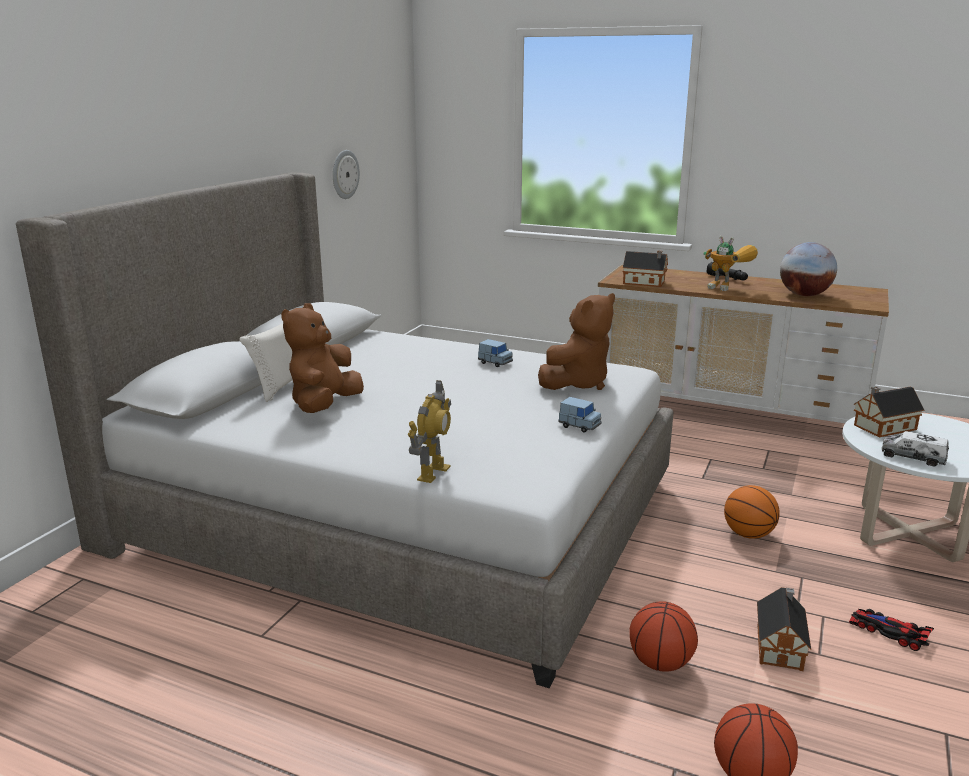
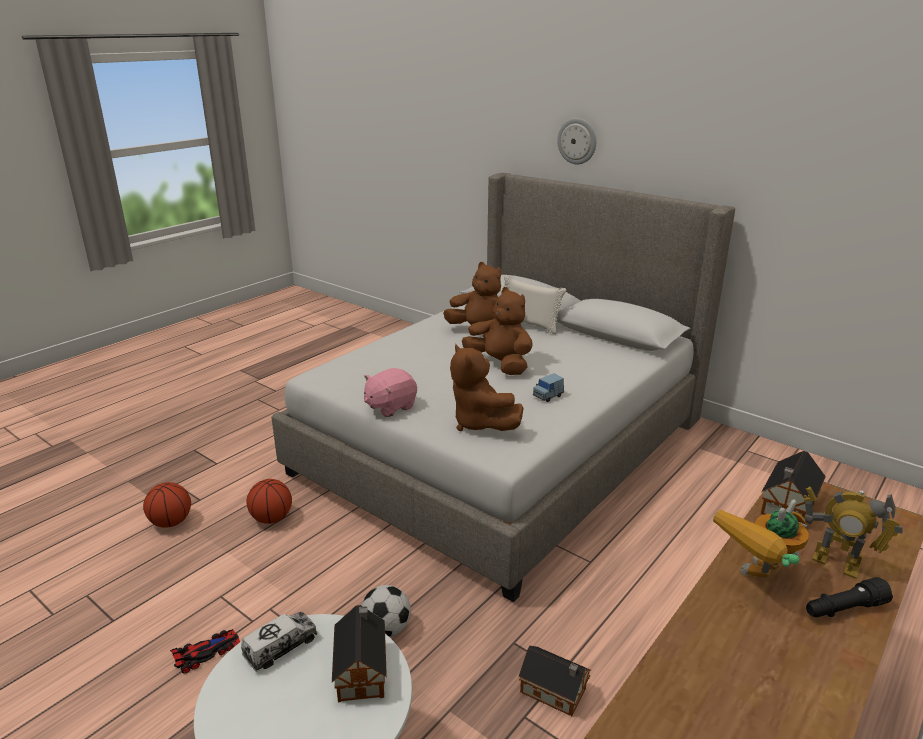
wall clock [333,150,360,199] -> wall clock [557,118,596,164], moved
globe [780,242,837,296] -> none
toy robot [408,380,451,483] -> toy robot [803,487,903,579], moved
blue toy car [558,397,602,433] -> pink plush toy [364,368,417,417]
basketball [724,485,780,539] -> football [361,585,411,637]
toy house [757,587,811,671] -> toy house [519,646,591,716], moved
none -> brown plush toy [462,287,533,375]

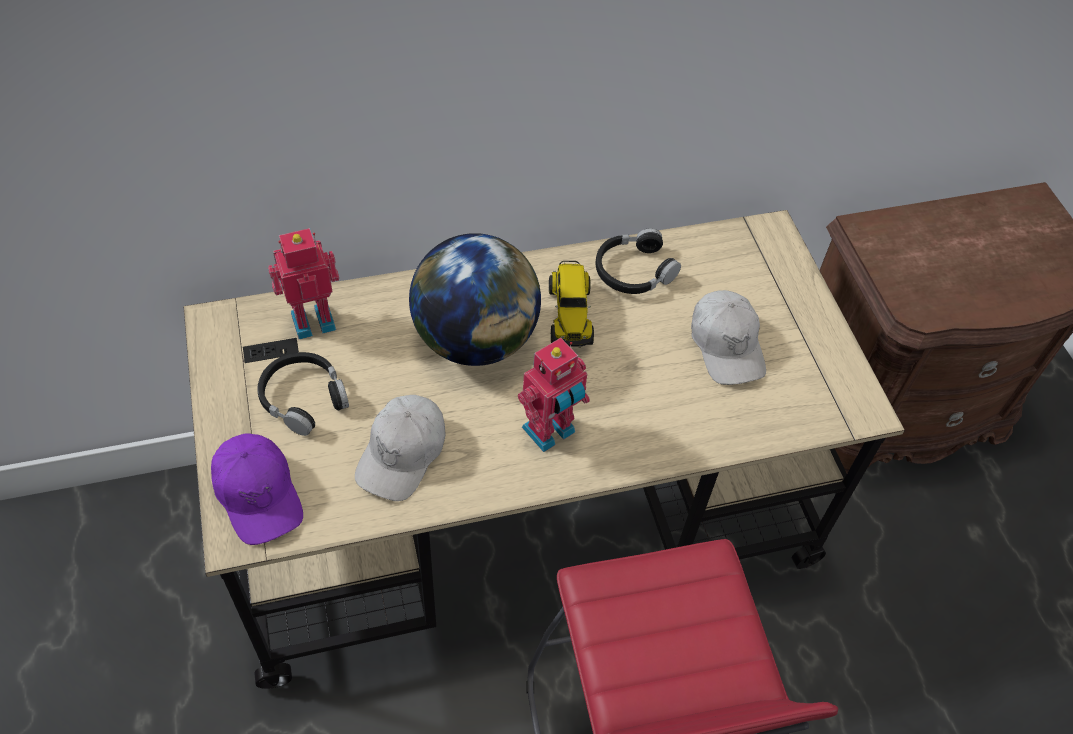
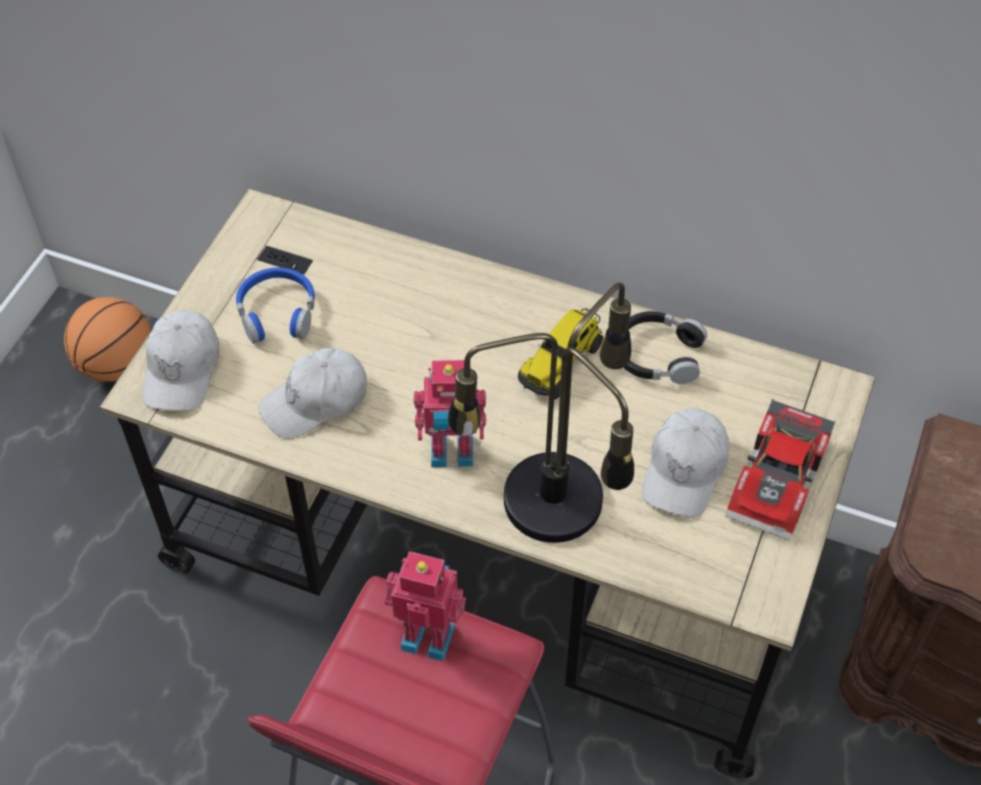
toy robot [268,228,339,339] -> toy robot [384,551,466,661], moved
globe [409,233,541,366] -> none
black headphones [257,352,349,436] -> blue headphones [236,268,315,344]
purple cap [211,433,303,545] -> white cap [142,310,219,411]
none -> table lamp [448,282,634,543]
none -> basketball [64,297,151,382]
none -> toy car [725,399,835,541]

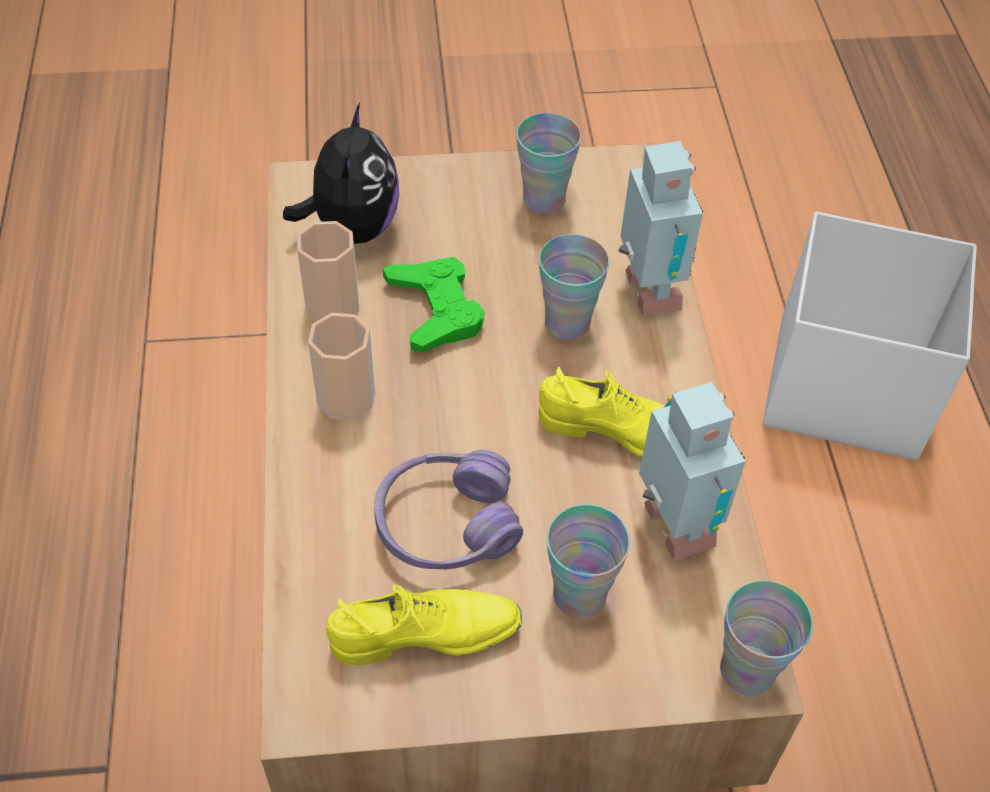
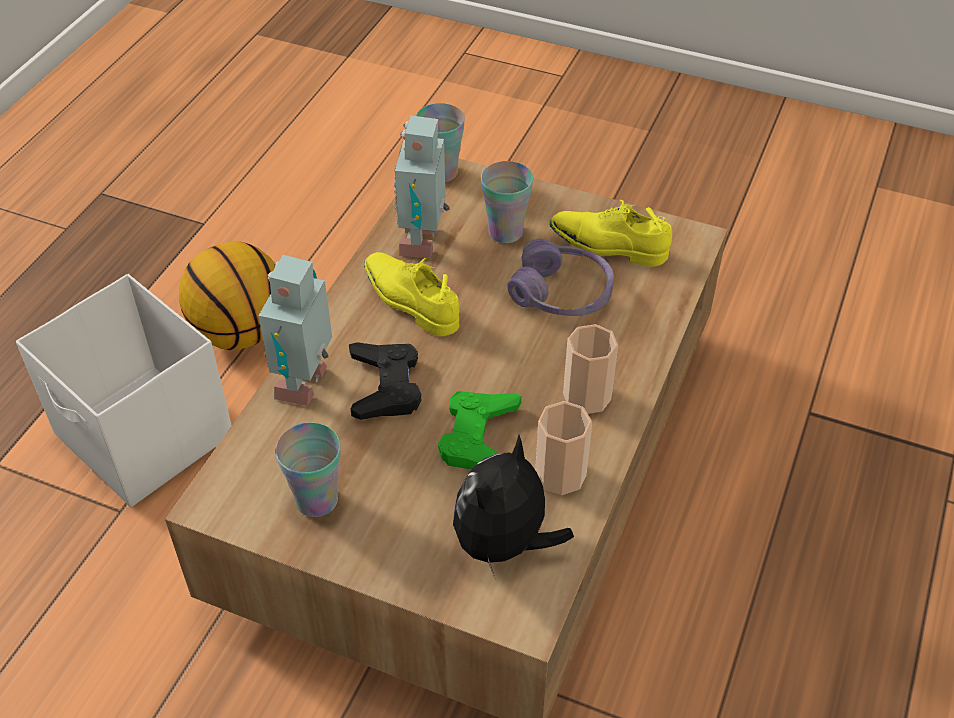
cup [539,234,609,340] -> black game controller [349,342,422,420]
none -> basketball [179,242,275,350]

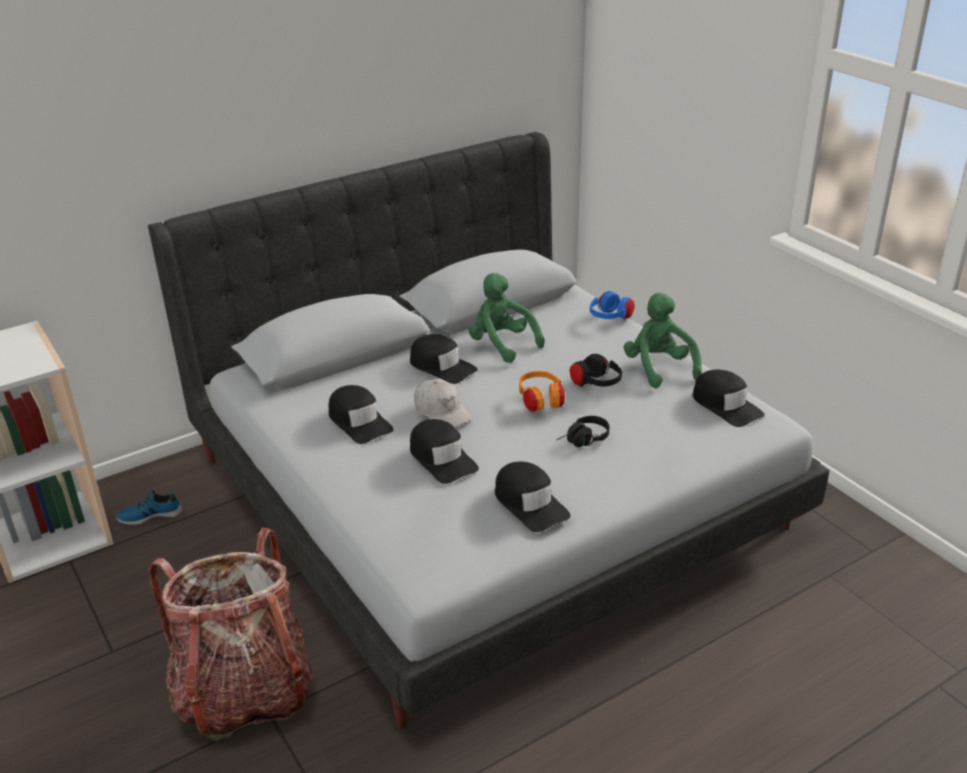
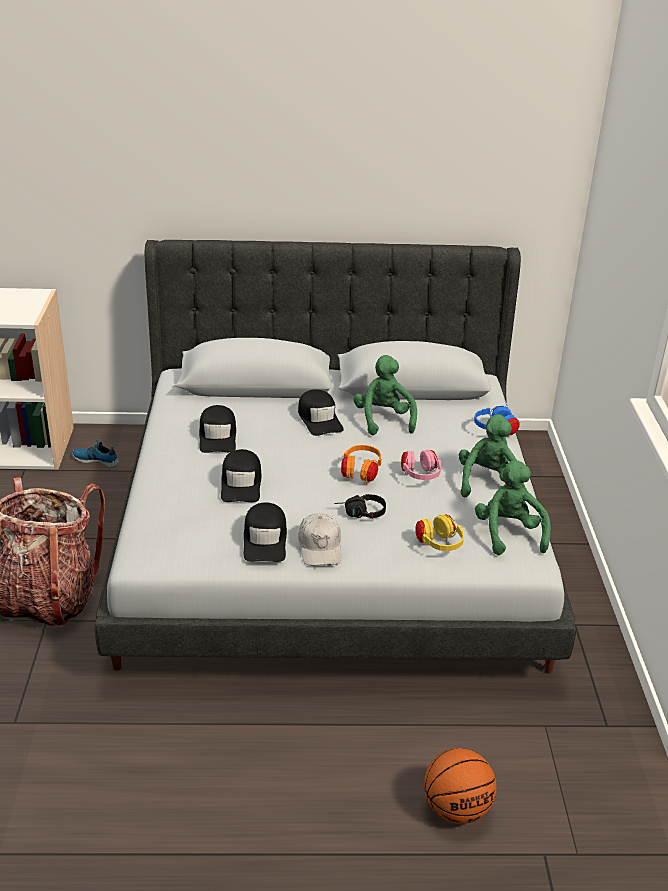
black headphones [570,354,622,387] -> pink headphones [401,449,441,480]
black cap [693,370,764,427] -> green plush toy [475,460,551,555]
white cap [414,379,472,427] -> white cap [298,513,341,566], moved
none -> yellow headphones [415,514,464,551]
none -> basketball [424,748,496,824]

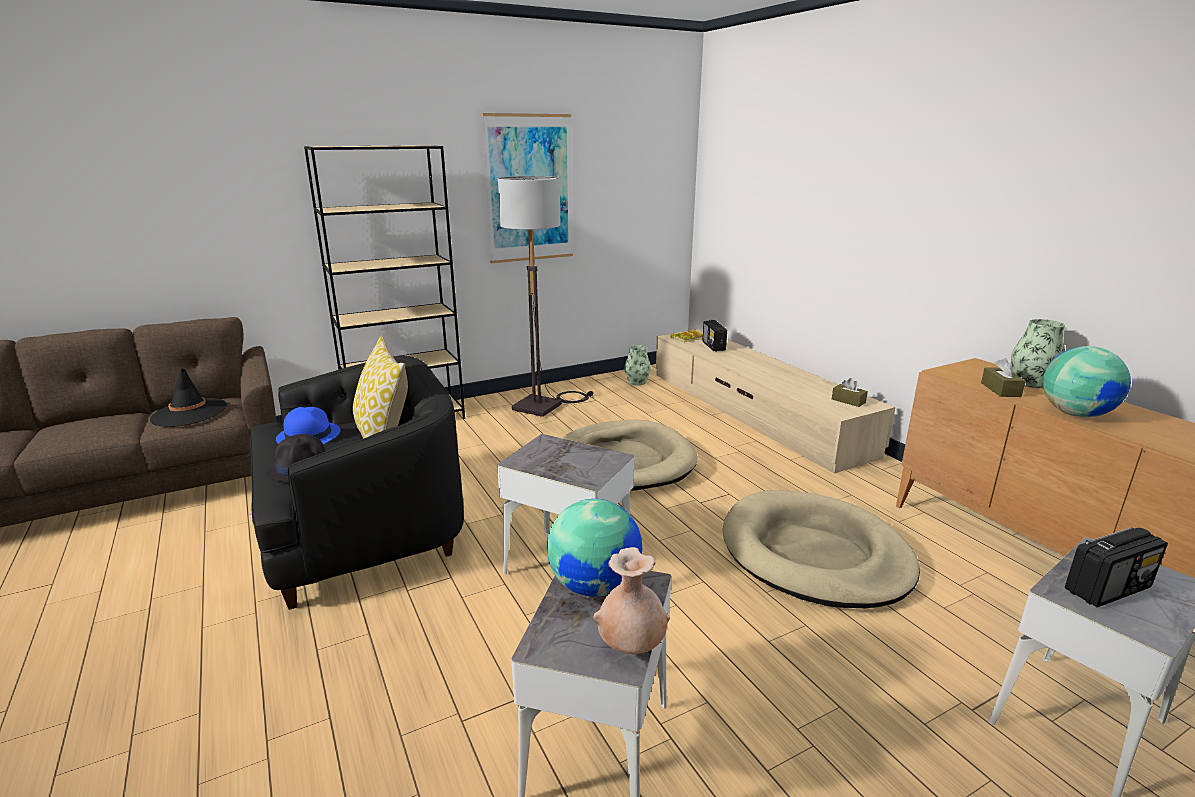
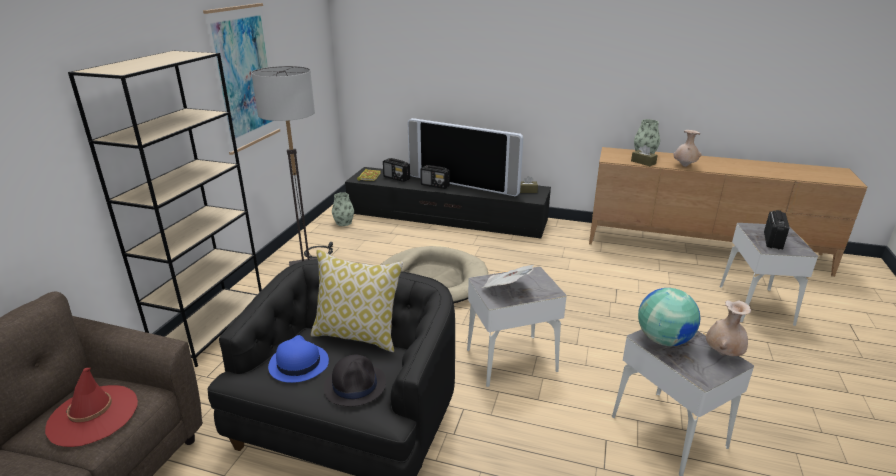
beige tv stand [656,329,895,474] -> black tv stand [345,167,551,238]
globe [1043,346,1131,417] -> beige vase [673,130,702,167]
black hat [150,368,227,427] -> red hat [45,368,138,447]
beige dog bed [723,490,920,608] -> none
none -> television [408,118,523,196]
none -> radio [420,165,450,189]
none -> newspaper [482,265,534,288]

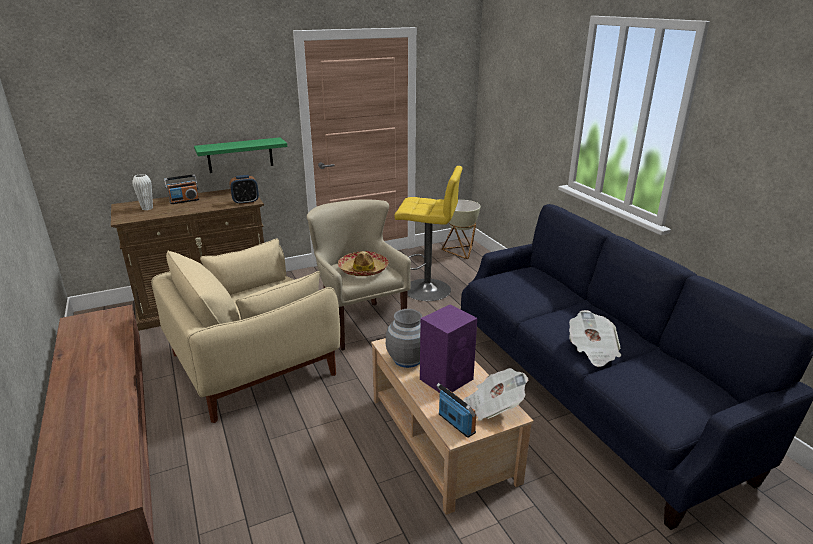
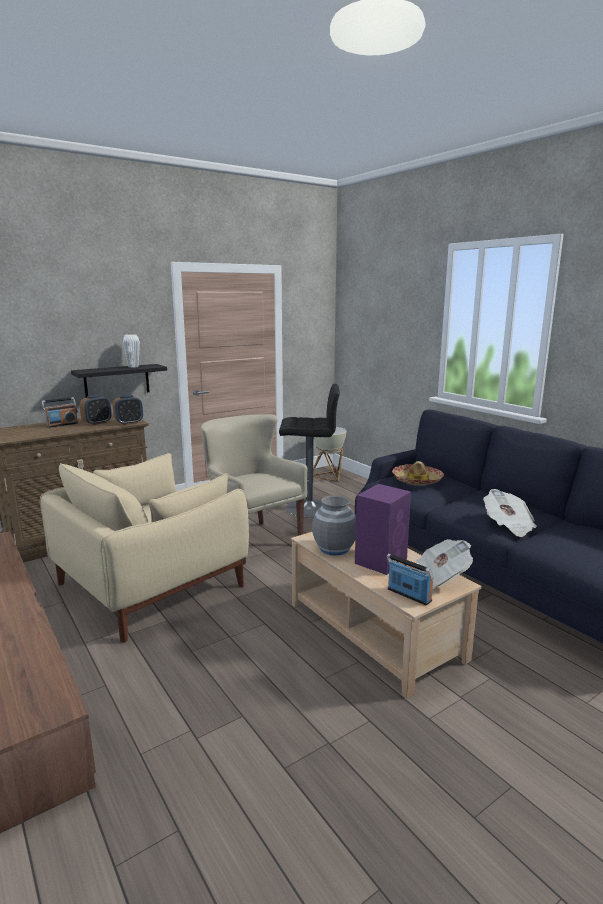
green shelf [194,137,287,173] -> black shelf [71,364,167,398]
yellow stool [394,166,463,301] -> black stool [279,384,340,517]
white vase [132,174,153,210] -> white vase [123,334,140,368], moved
hat [338,251,389,276] -> hat [392,461,444,485], moved
none -> alarm clock [80,395,111,425]

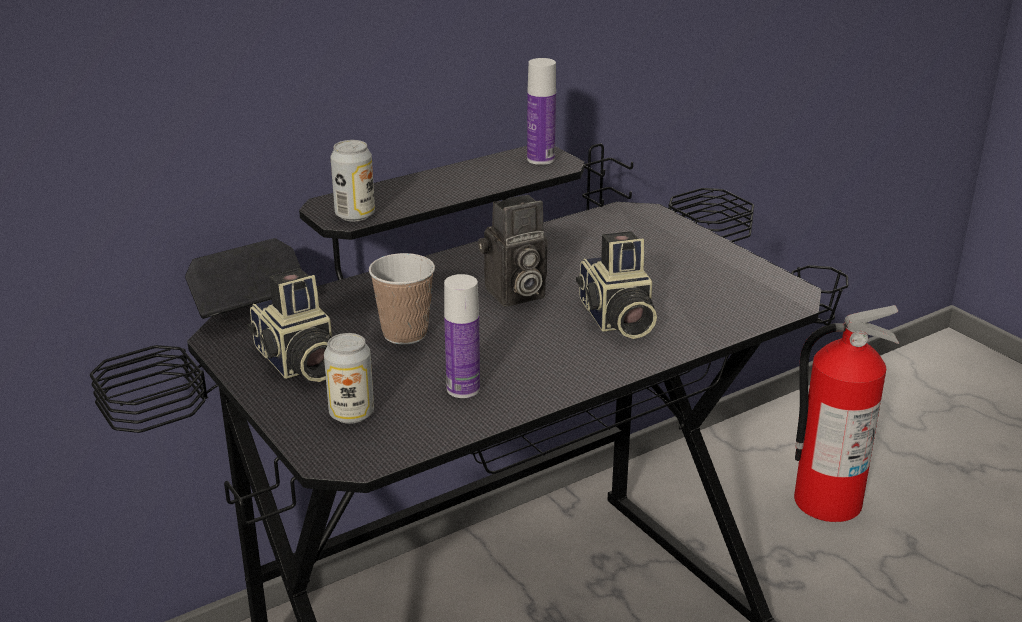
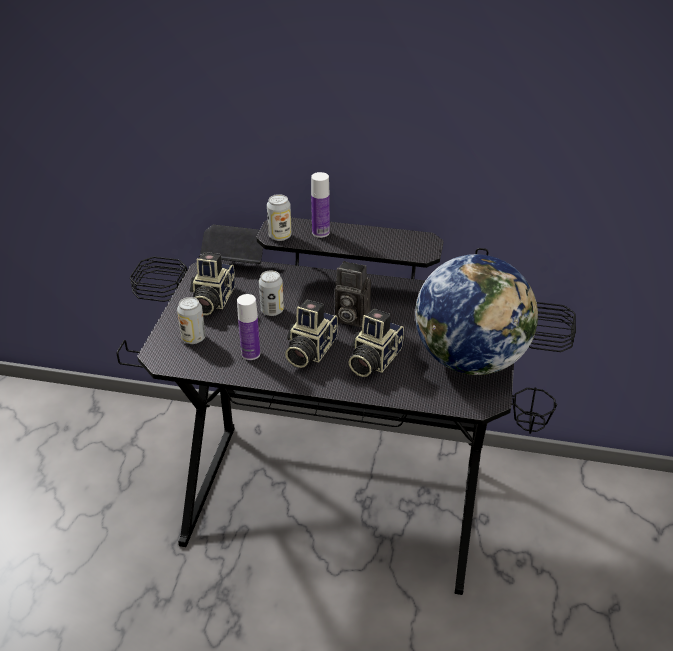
bottle [527,58,556,165] -> bottle [311,172,330,238], moved
cup [369,253,435,345] -> can [259,270,284,316]
fire extinguisher [794,305,899,522] -> none
none -> globe [415,254,538,375]
none -> photo camera [285,300,338,368]

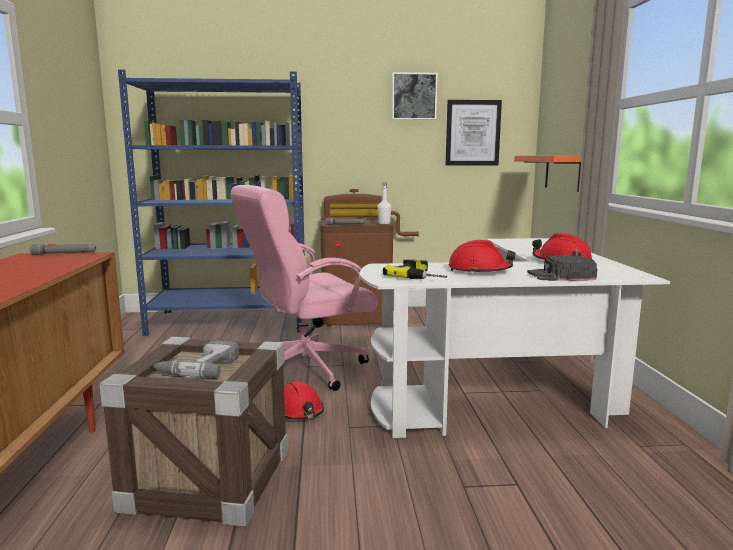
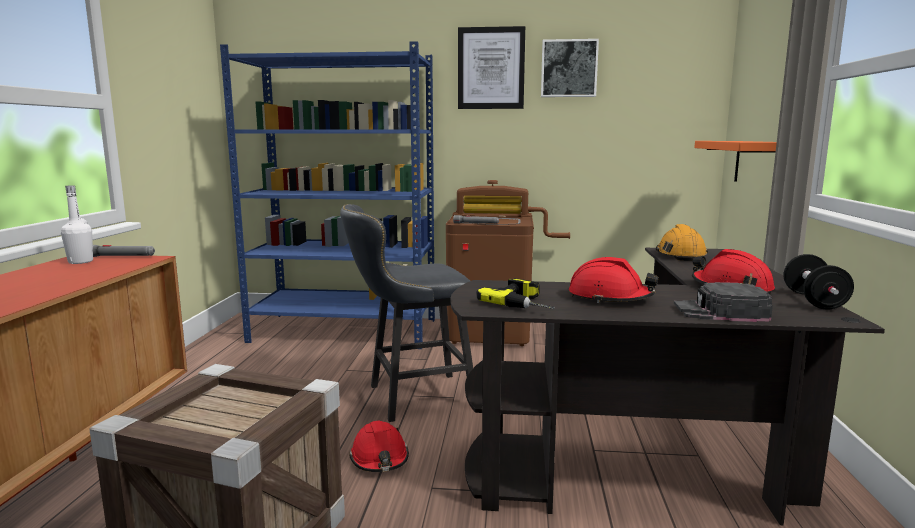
picture [446,100,502,166] -> picture [458,26,525,109], moved
white bottle [377,182,392,224] -> white bottle [61,185,93,264], moved
pink office chair [230,185,377,391] -> grey stool [340,204,473,422]
white desk [360,238,670,438] -> black desk [450,248,885,525]
power drill [153,341,239,379] -> none
none -> orange hard hat [656,224,708,261]
none -> black dumbbell [784,254,854,310]

